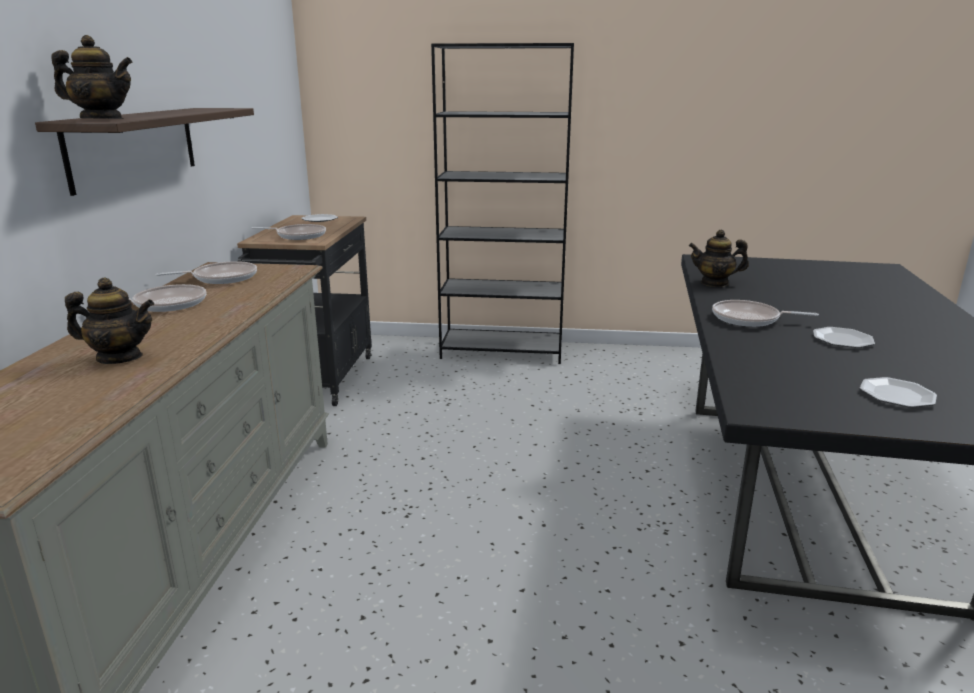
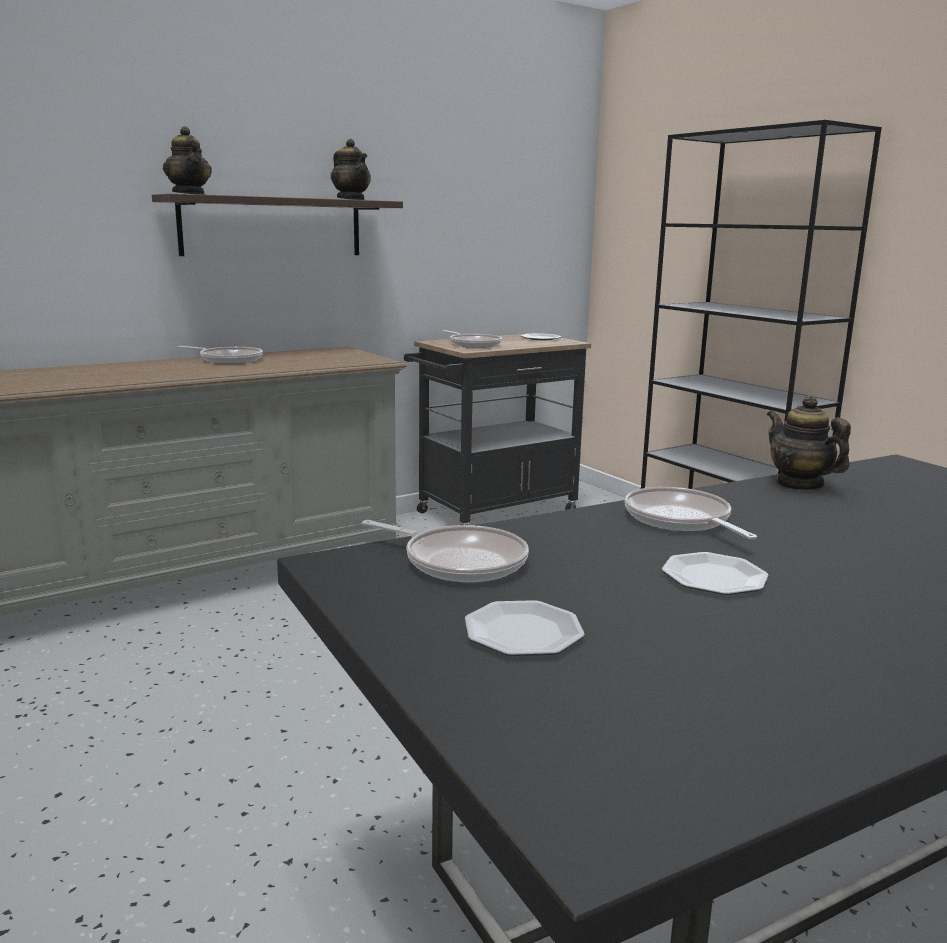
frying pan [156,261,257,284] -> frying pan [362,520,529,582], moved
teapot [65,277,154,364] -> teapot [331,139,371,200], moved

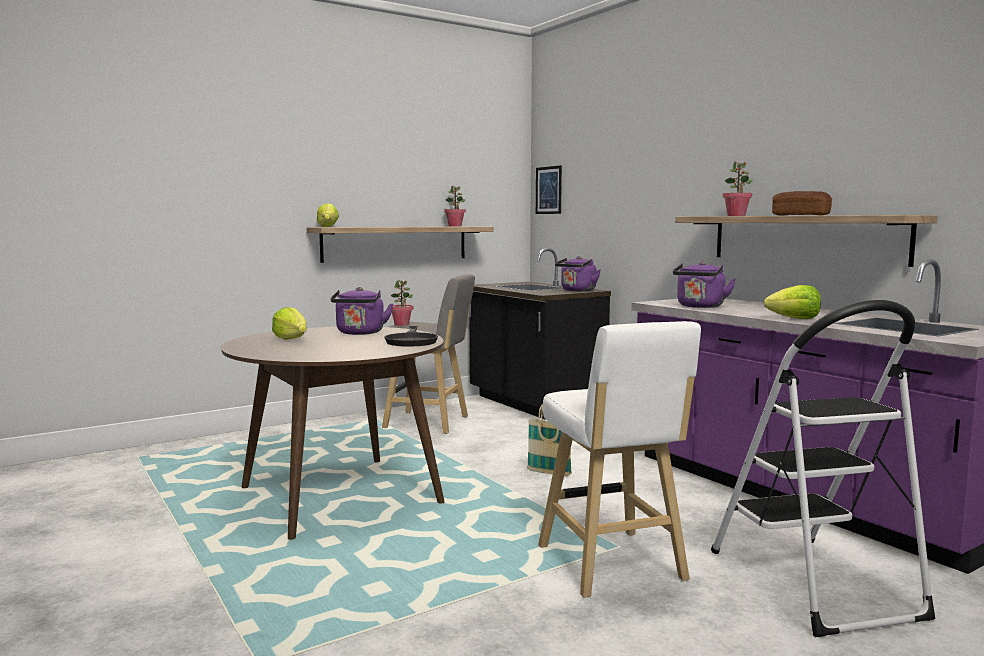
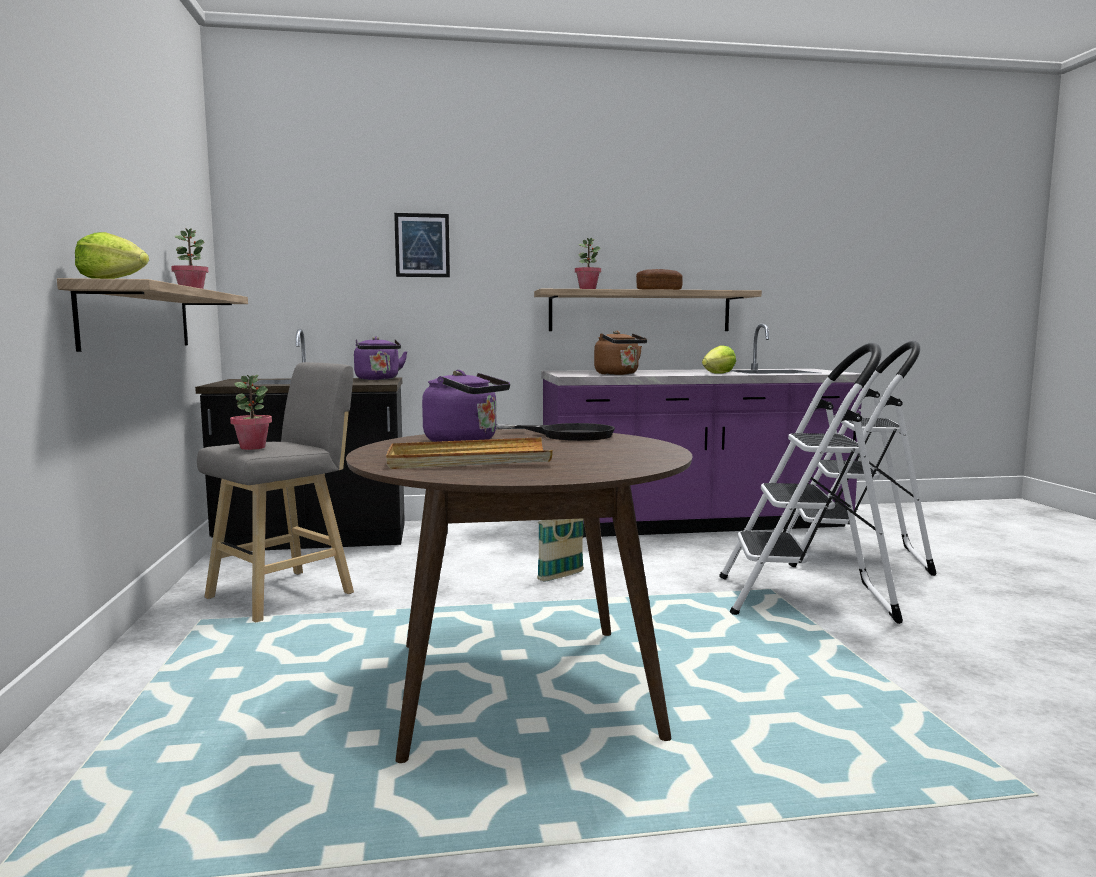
picture [536,165,562,214] -> picture [394,213,450,277], moved
purple kettle [673,261,736,308] -> brown kettle [594,331,647,375]
lettuce [272,307,307,340] -> beige tray [386,437,553,469]
white stool [538,321,701,598] -> step ladder [719,343,903,624]

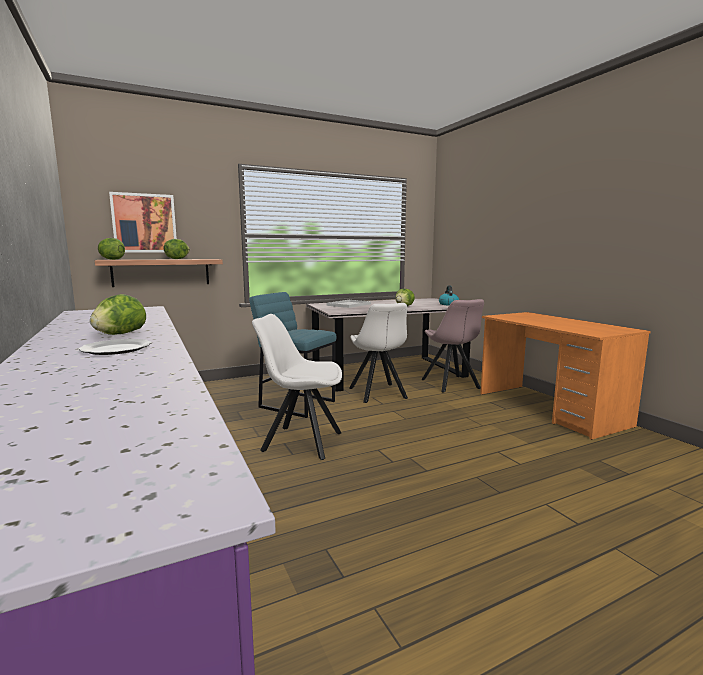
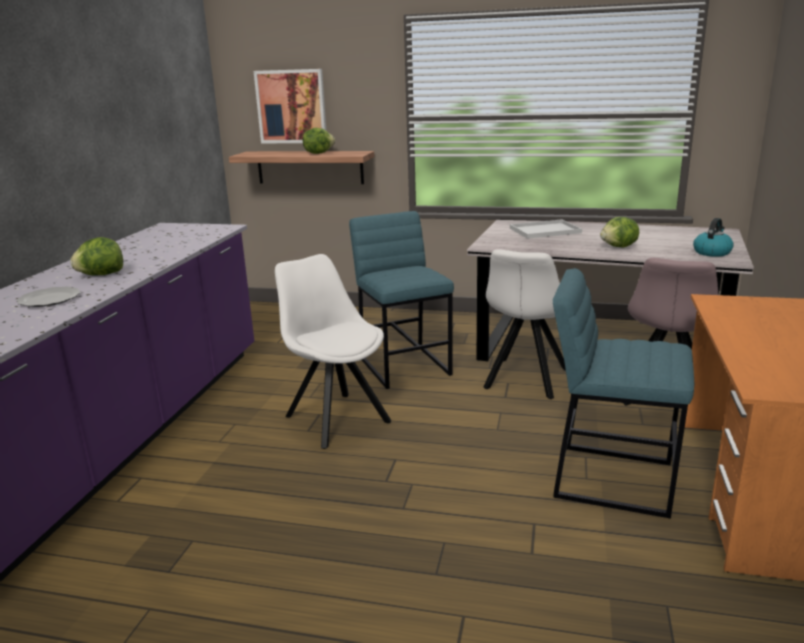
lettuce [98,238,125,260] -> none
none -> blue stool [553,268,694,518]

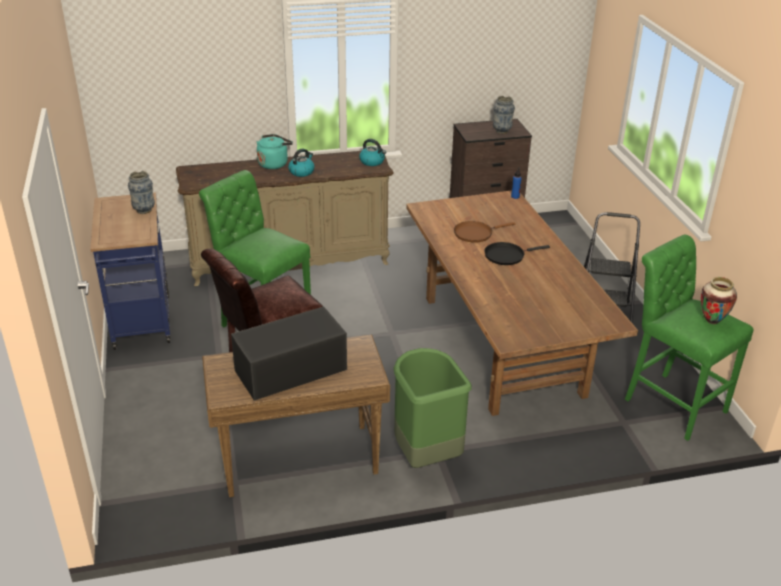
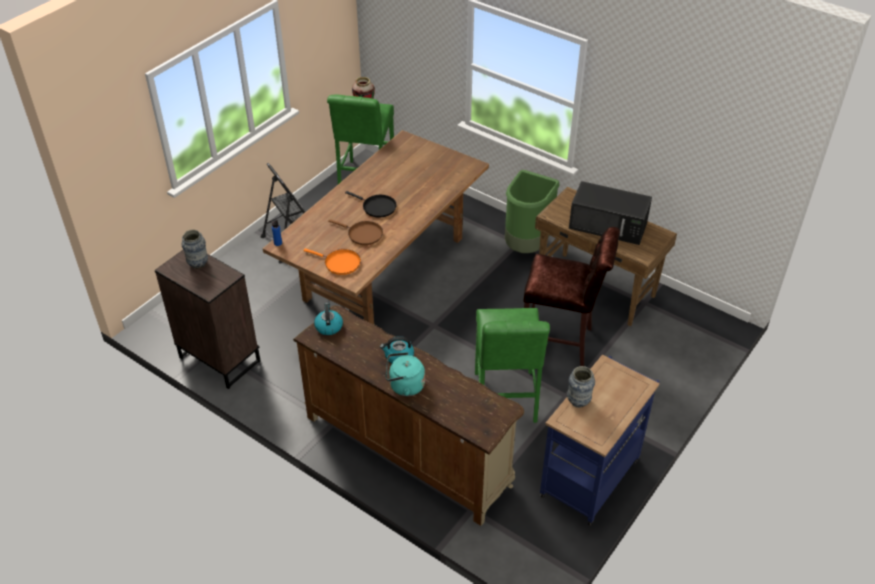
none -> orange frying pan [304,249,361,275]

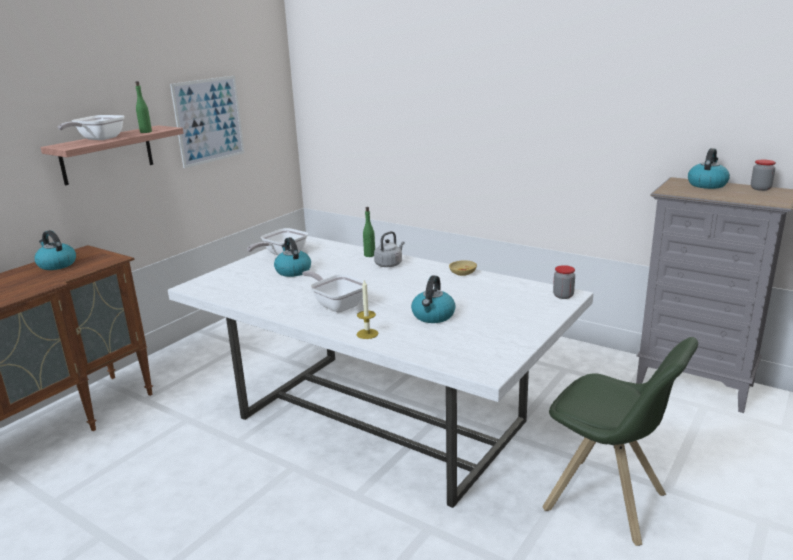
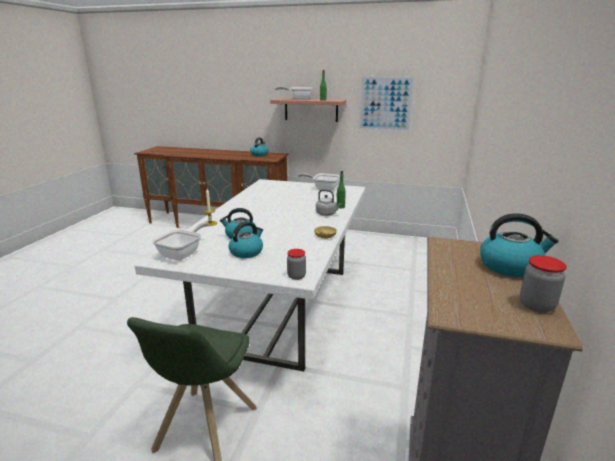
kettle [274,237,311,277] -> kettle [229,222,263,258], moved
frying pan [302,271,368,313] -> frying pan [152,222,209,260], moved

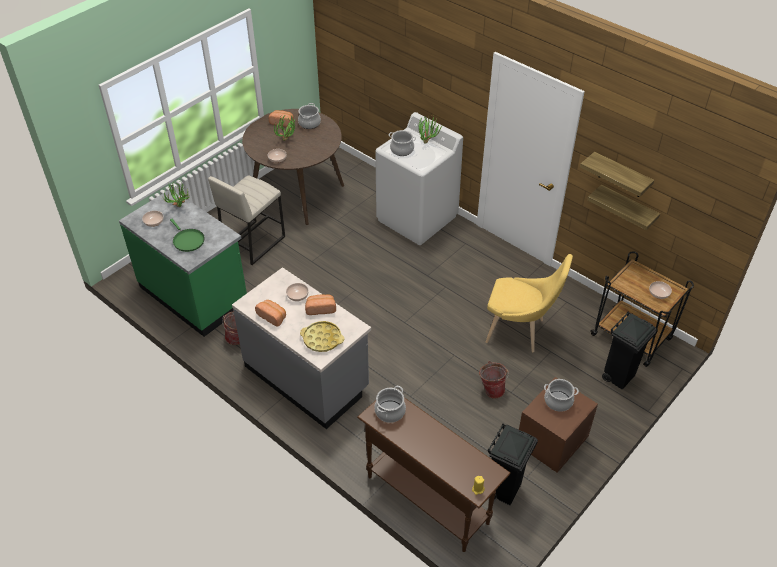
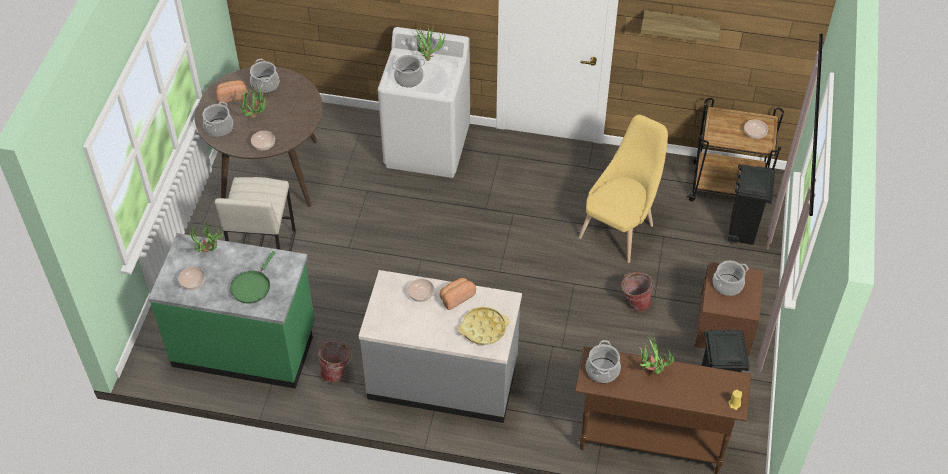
shelf [587,185,660,230] -> none
green frying pan [170,219,205,252] -> green frying pan [230,251,275,304], 90 degrees clockwise
yellow chair [486,254,573,353] -> yellow chair [579,115,668,263], 45 degrees counterclockwise
bread [255,300,286,327] -> none
none -> cooking pot [202,102,233,137]
none -> potted plant [640,334,674,375]

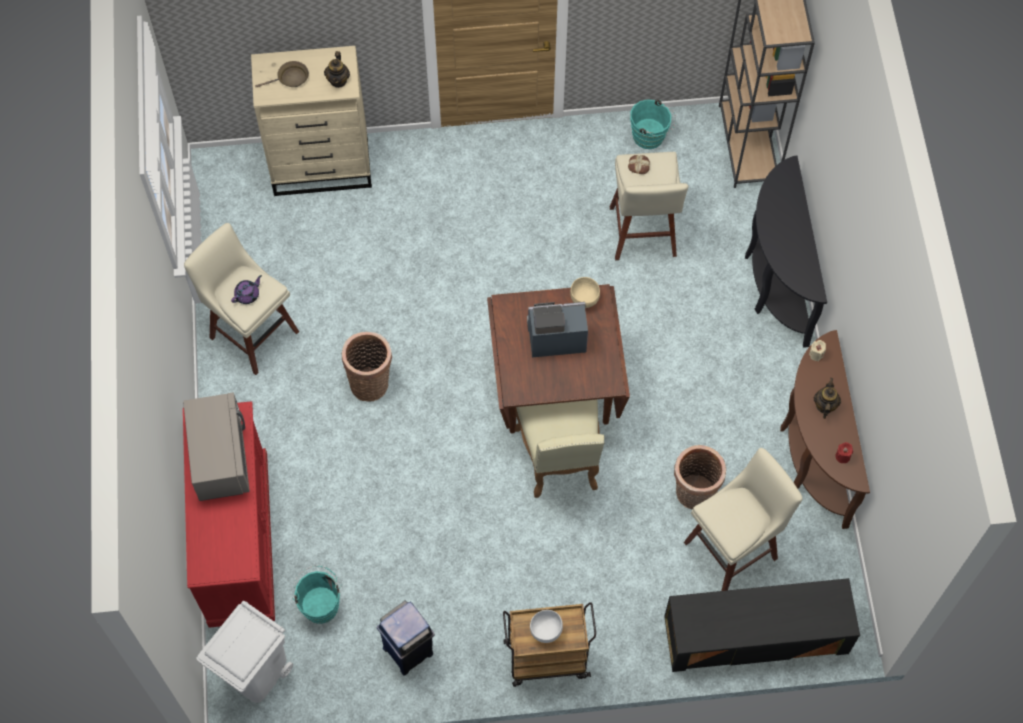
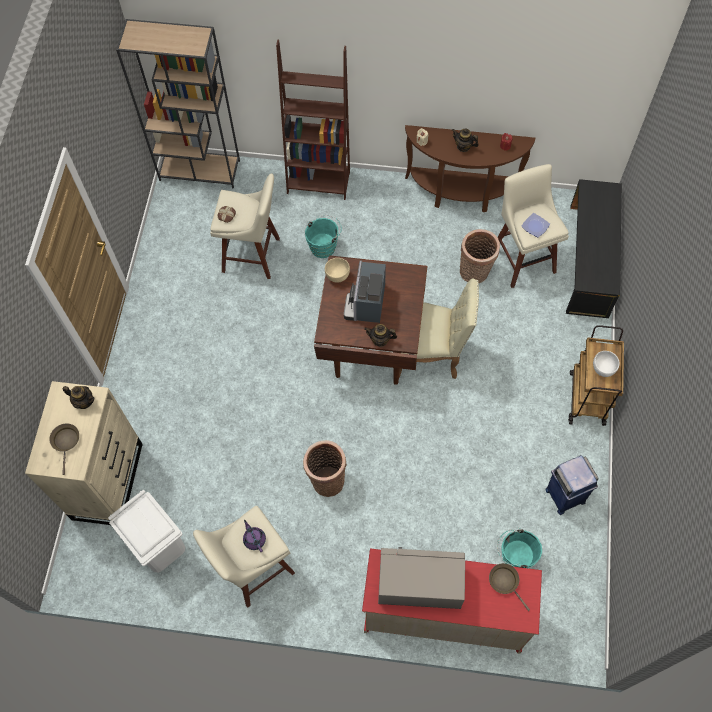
turquoise bucket [630,99,676,149] -> turquoise bucket [305,215,342,258], moved
black console table [745,156,827,348] -> brown bookcase [276,40,350,200]
white trash can [197,601,293,703] -> white trash can [108,490,185,572], moved
none -> plate [522,213,550,237]
none -> teapot [364,324,397,347]
none -> brown frying pan [489,563,530,611]

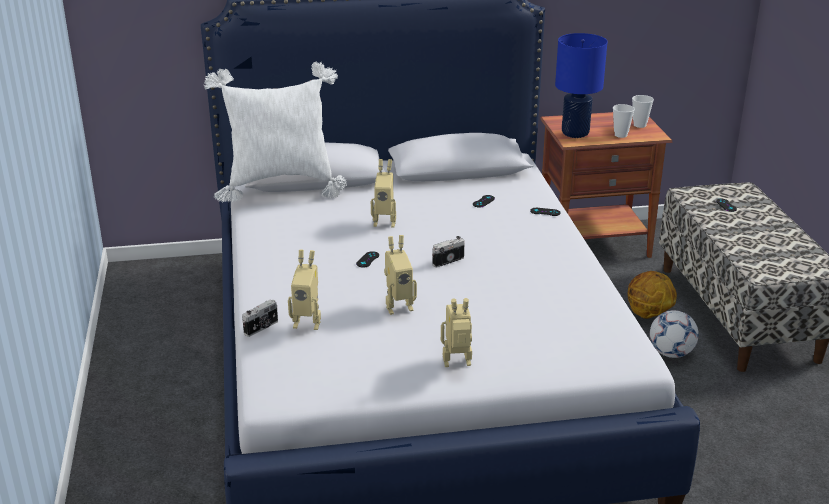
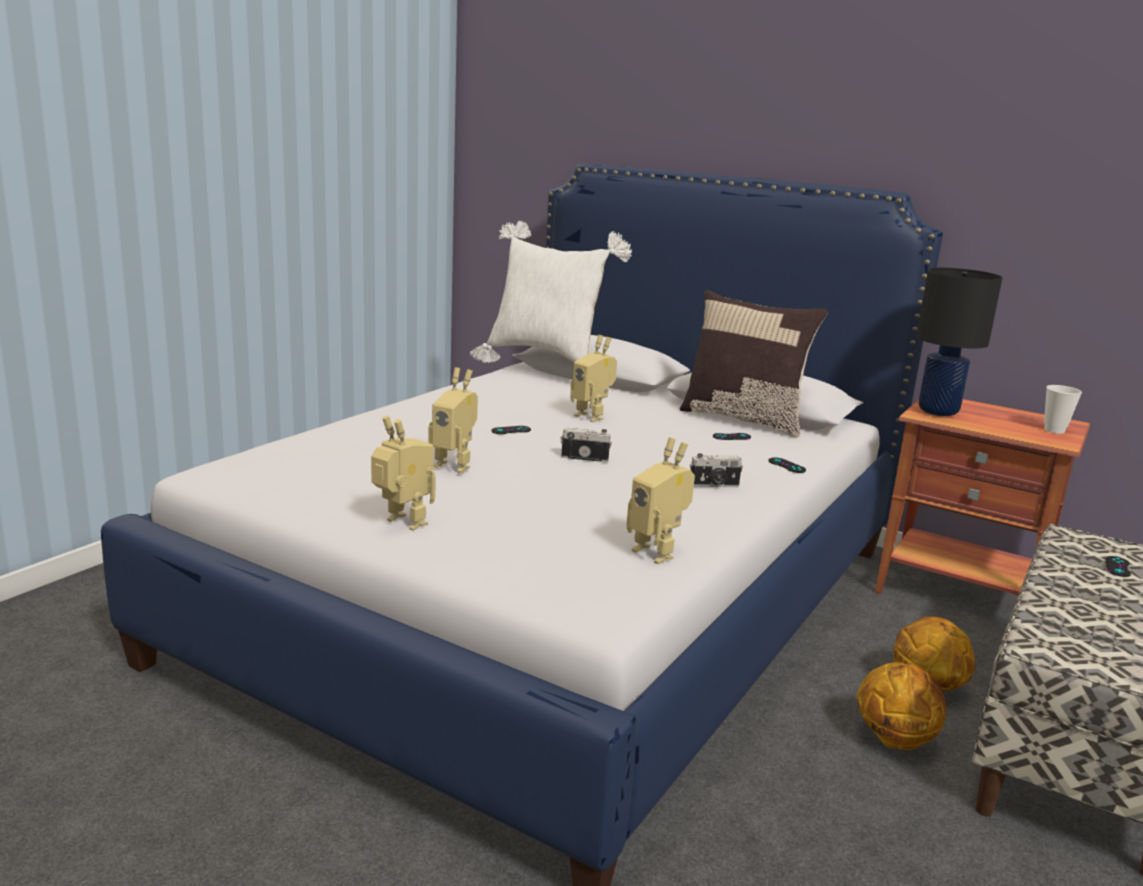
blue table lamp [555,33,607,138] -> black table lamp [916,268,1003,416]
cup [613,104,635,138] -> none
toy robot [288,250,321,330] -> toy robot [626,437,695,564], moved
photo camera [242,299,278,337] -> photo camera [690,453,743,487], moved
football [650,310,699,358] -> basketball [857,662,947,750]
none -> pillow [680,290,828,438]

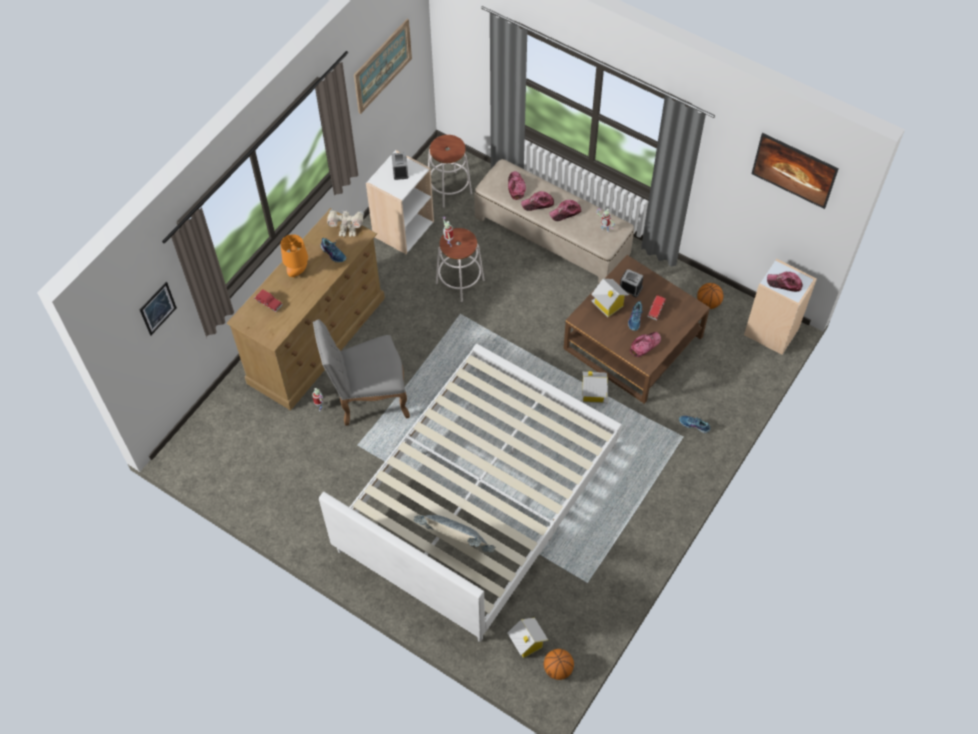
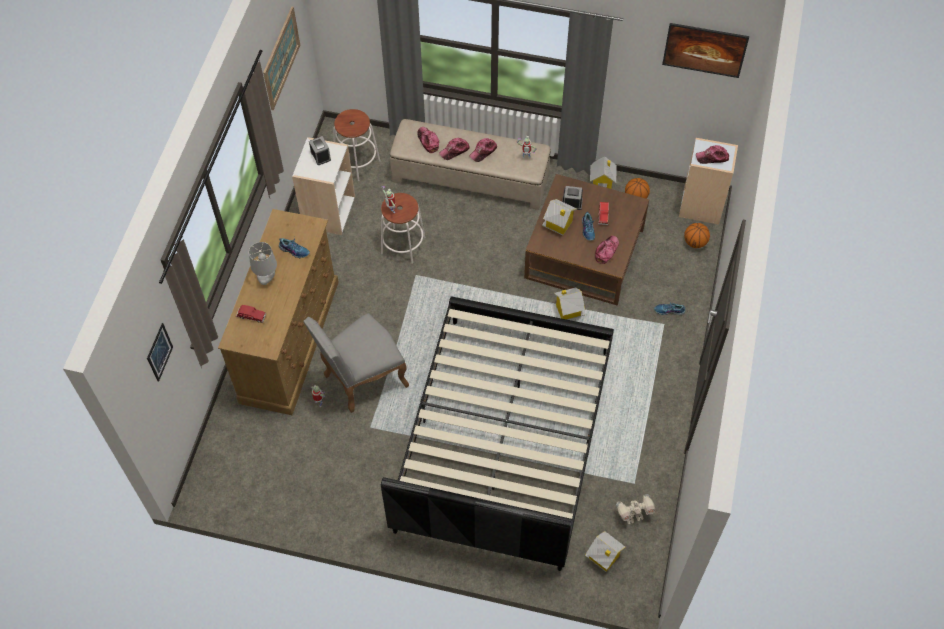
toy robot [327,209,364,237] -> toy robot [616,494,655,524], moved
orange table lamp [280,234,308,277] -> grey table lamp [249,242,277,285]
white bed [319,344,622,642] -> black bed [381,296,614,571]
pillow [414,515,495,553] -> none
basketball [544,649,574,680] -> basketball [684,223,710,248], moved
none -> toy house [590,156,617,189]

